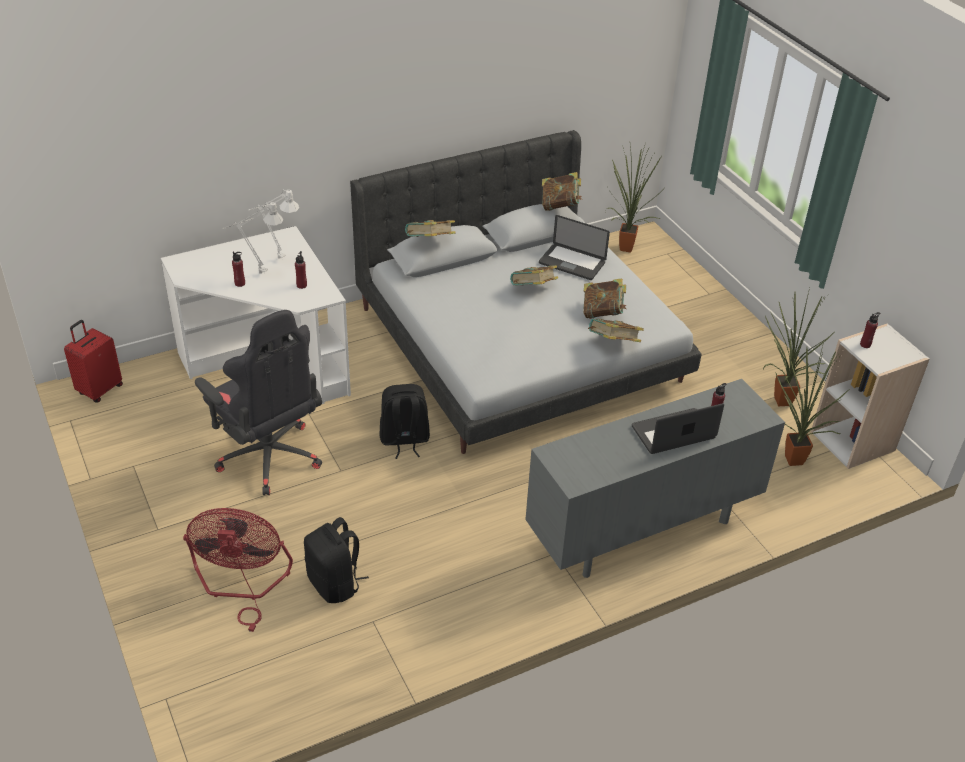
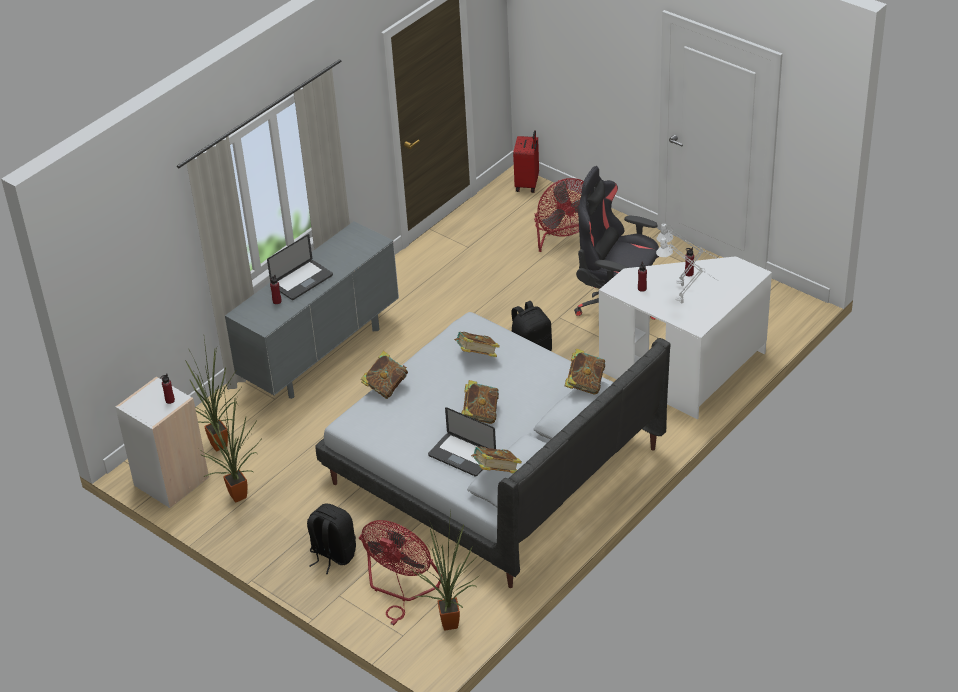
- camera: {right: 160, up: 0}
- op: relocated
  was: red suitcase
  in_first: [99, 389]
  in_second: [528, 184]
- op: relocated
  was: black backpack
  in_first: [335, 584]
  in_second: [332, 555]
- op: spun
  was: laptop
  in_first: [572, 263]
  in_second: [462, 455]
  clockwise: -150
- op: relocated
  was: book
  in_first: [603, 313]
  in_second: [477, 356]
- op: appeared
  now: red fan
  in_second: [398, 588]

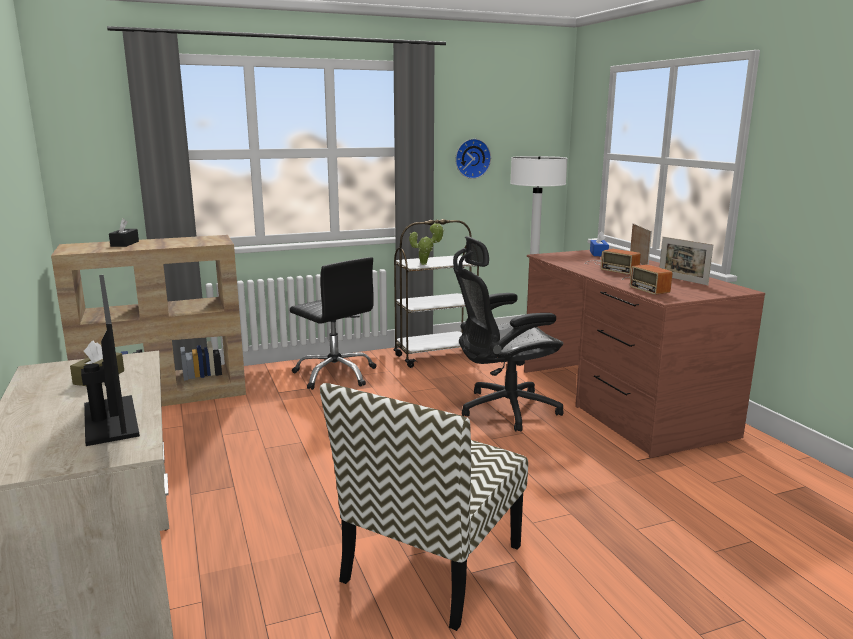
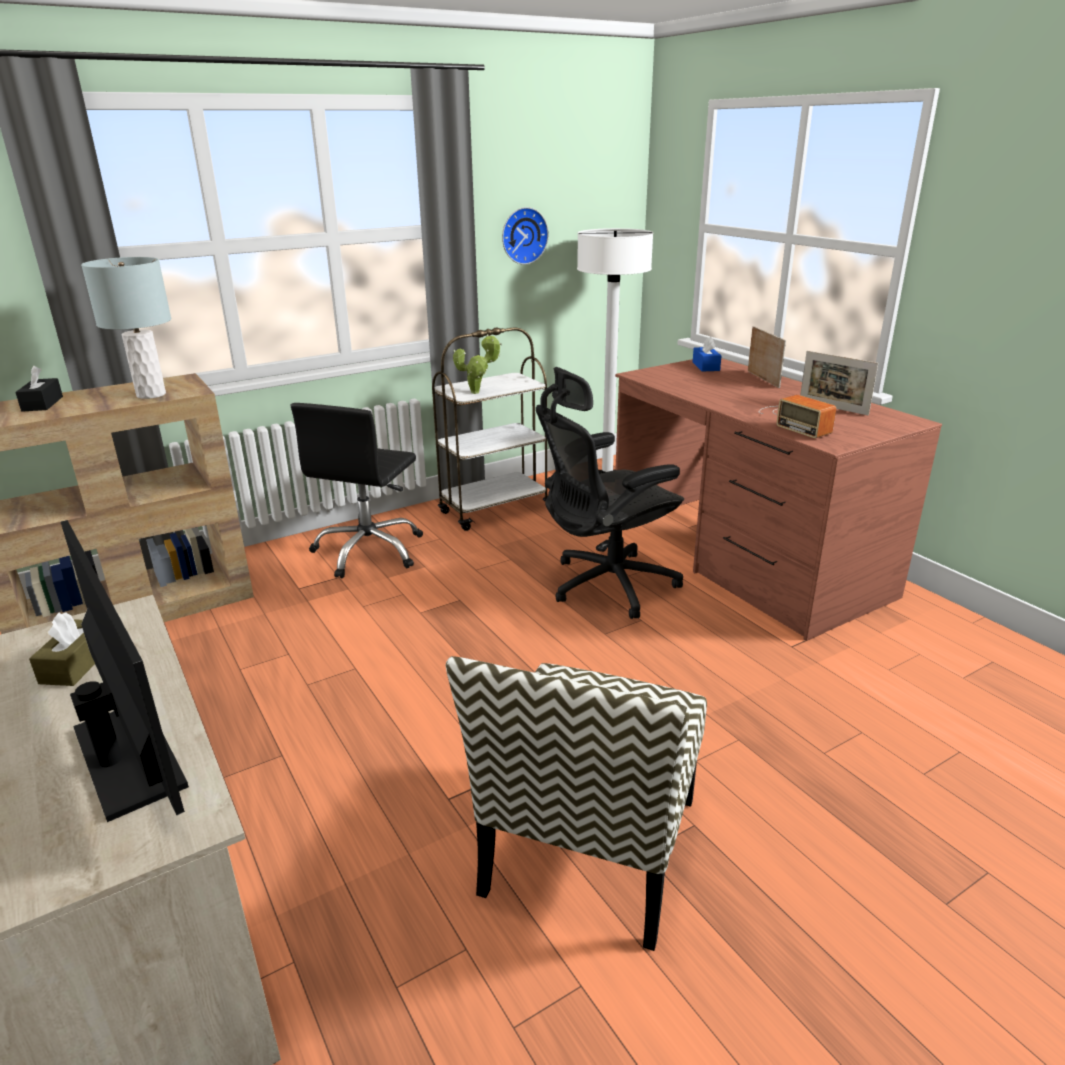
- camera: {right: -10, up: 10}
- op: spun
  was: black office chair
  in_first: [335, 374]
  in_second: [369, 551]
  clockwise: 75
- op: missing
  was: radio
  in_first: [610, 267]
- op: appeared
  now: grey table lamp
  in_second: [151, 394]

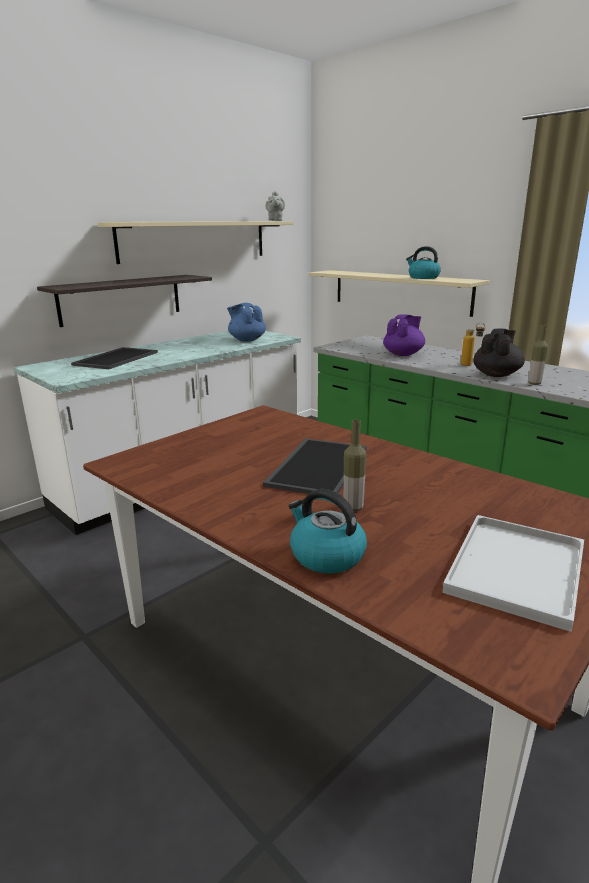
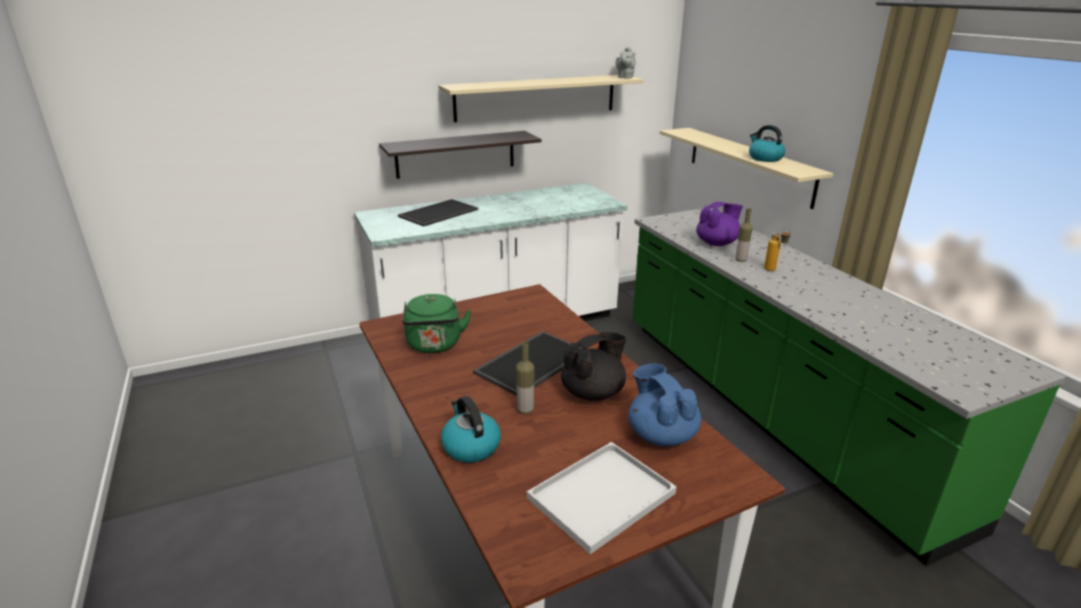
- camera: {right: 20, up: 5}
- op: relocated
  was: blue teapot
  in_first: [247, 340]
  in_second: [661, 434]
- op: relocated
  was: black teapot
  in_first: [496, 375]
  in_second: [593, 392]
- op: relocated
  was: bottle
  in_first: [534, 383]
  in_second: [740, 260]
- op: appeared
  now: green kettle
  in_second: [434, 345]

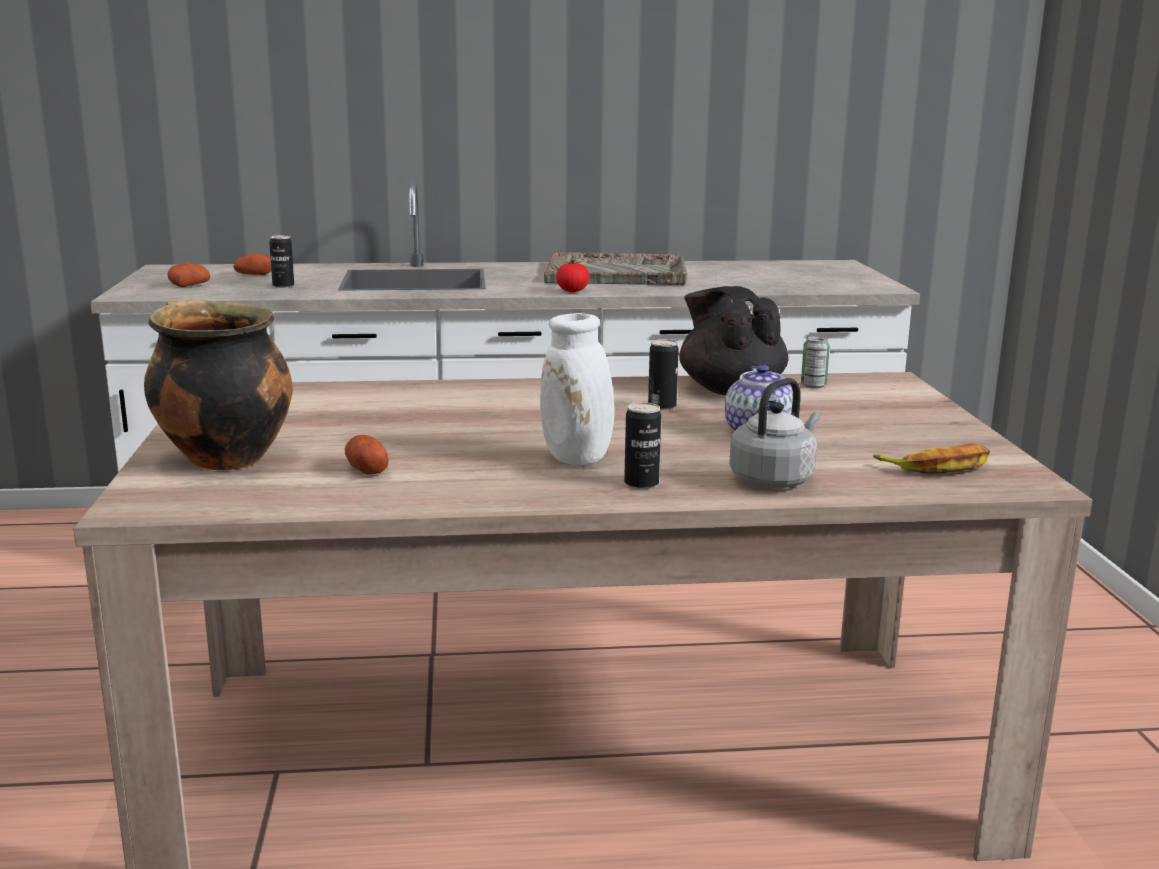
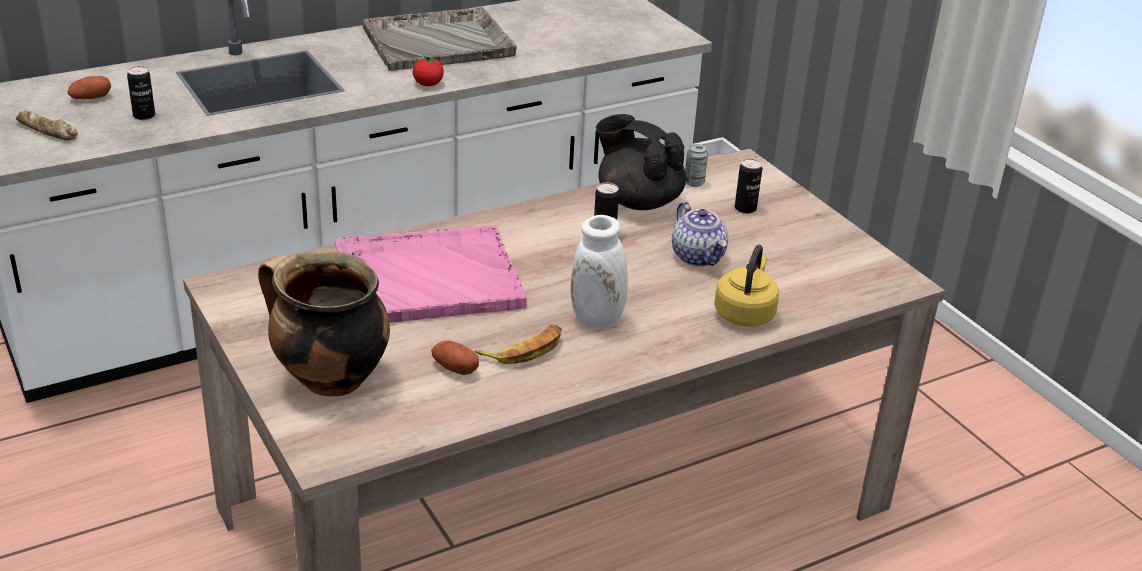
- camera: {right: -25, up: 15}
- op: exchanged
  was: potato
  now: bread
  in_first: [190, 286]
  in_second: [47, 131]
- op: relocated
  was: can
  in_first: [641, 483]
  in_second: [745, 208]
- op: colour
  was: grey kettle
  now: yellow kettle
  in_first: [774, 479]
  in_second: [745, 313]
- op: relocated
  was: banana
  in_first: [937, 467]
  in_second: [524, 350]
- op: appeared
  now: pink tray
  in_second: [426, 278]

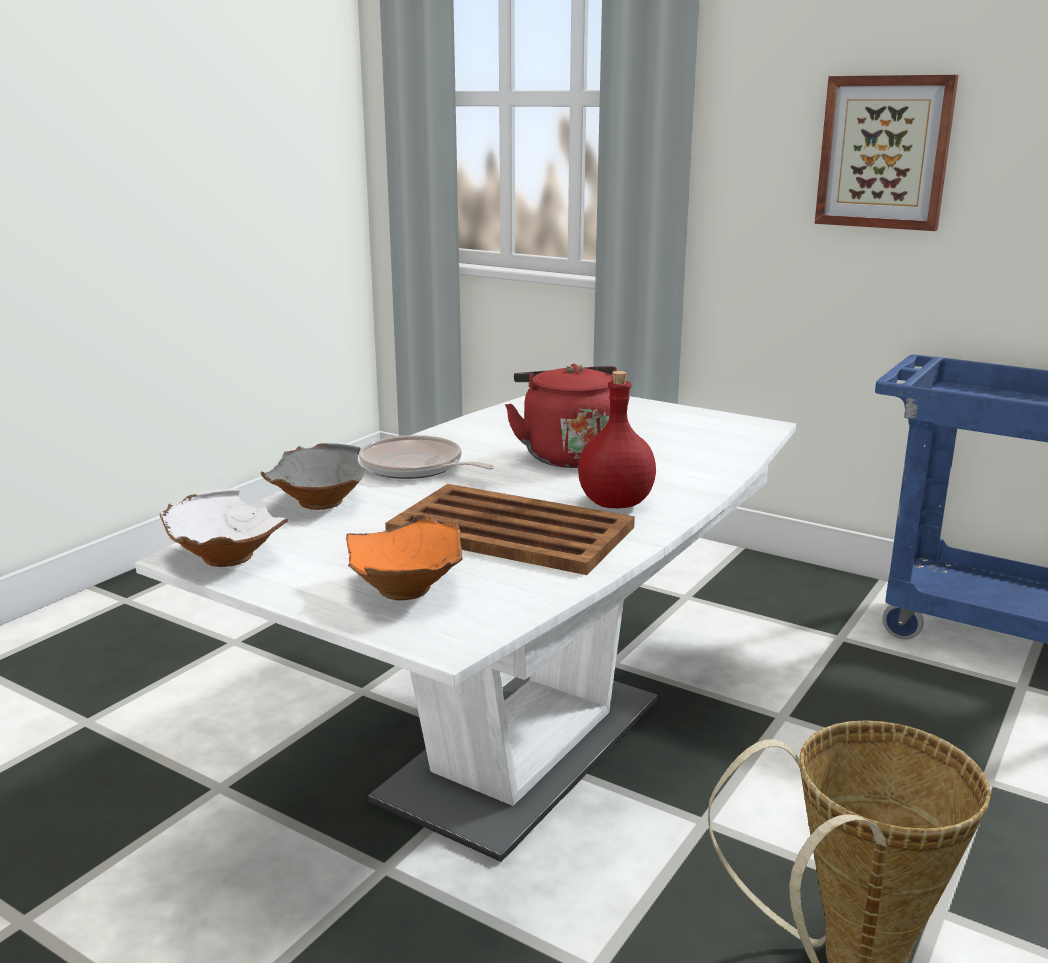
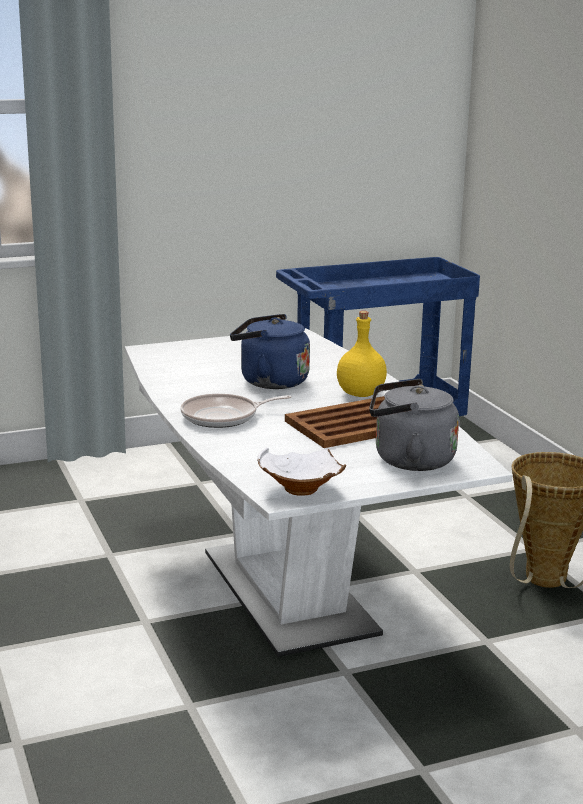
- camera: {right: -55, up: 0}
- op: missing
  was: grey bowl
  in_first: [317, 502]
- op: exchanged
  was: orange bowl
  now: grey kettle
  in_first: [409, 589]
  in_second: [408, 460]
- op: colour
  was: red kettle
  now: blue kettle
  in_first: [568, 455]
  in_second: [269, 381]
- op: colour
  was: red bottle
  now: yellow bottle
  in_first: [614, 503]
  in_second: [360, 394]
- op: missing
  was: picture
  in_first: [884, 152]

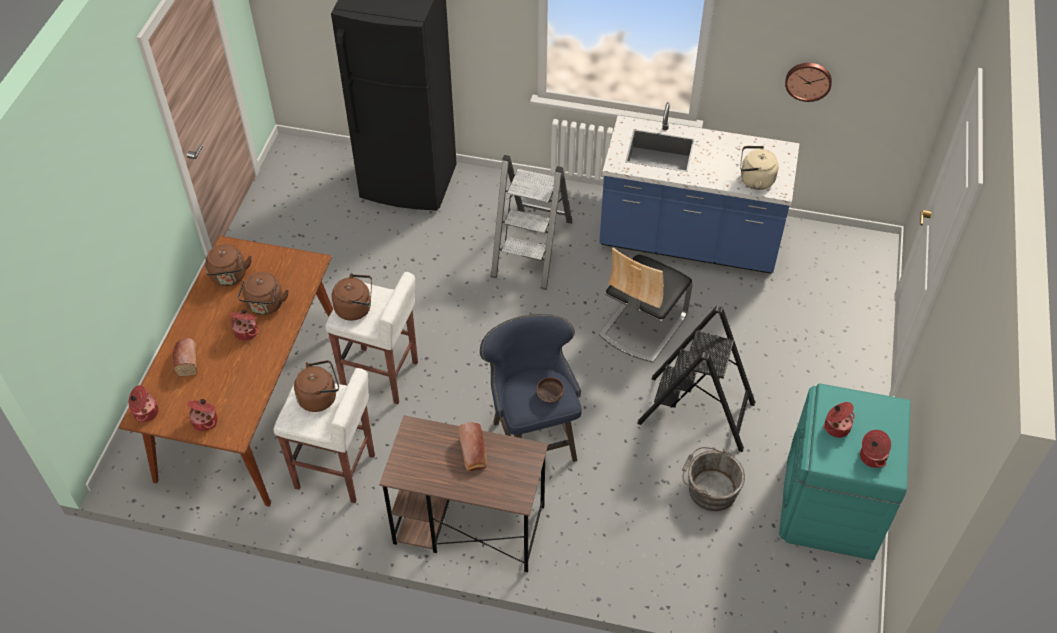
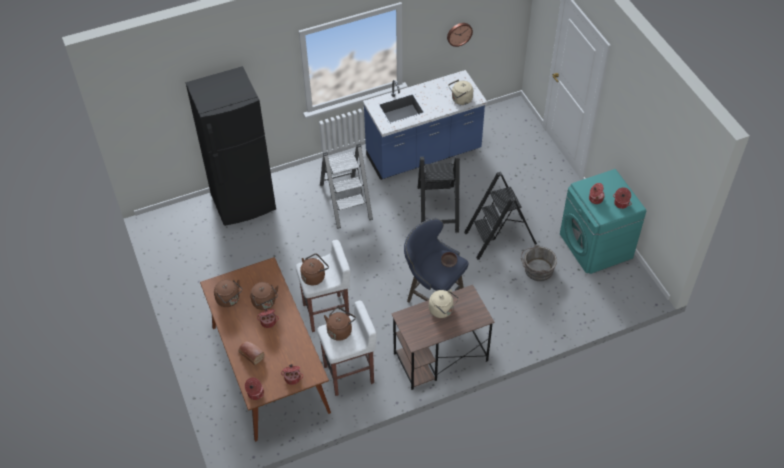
- camera: {right: -35, up: 0}
- op: exchanged
  was: bread
  now: beige kettle
  in_first: [473, 453]
  in_second: [442, 310]
- op: exchanged
  was: chair
  now: black step ladder
  in_first: [642, 326]
  in_second: [437, 210]

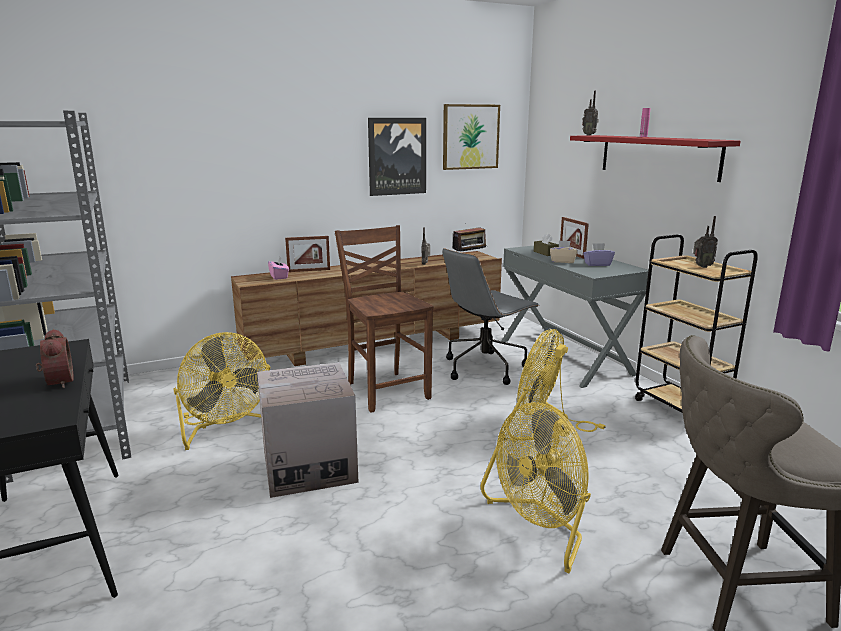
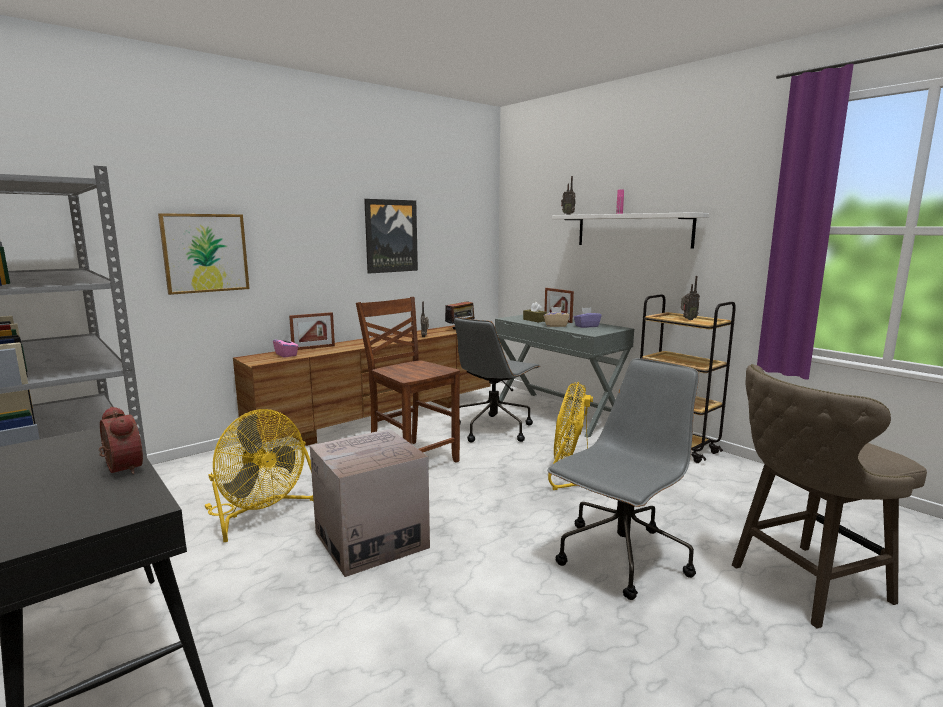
- camera: {right: -15, up: -5}
- op: relocated
  was: picture
  in_first: [470, 137]
  in_second: [205, 253]
- op: exchanged
  was: yellow fan
  now: grey office chair
  in_first: [541, 523]
  in_second: [620, 559]
- op: colour
  was: red shelf
  now: white shelf
  in_first: [658, 156]
  in_second: [632, 230]

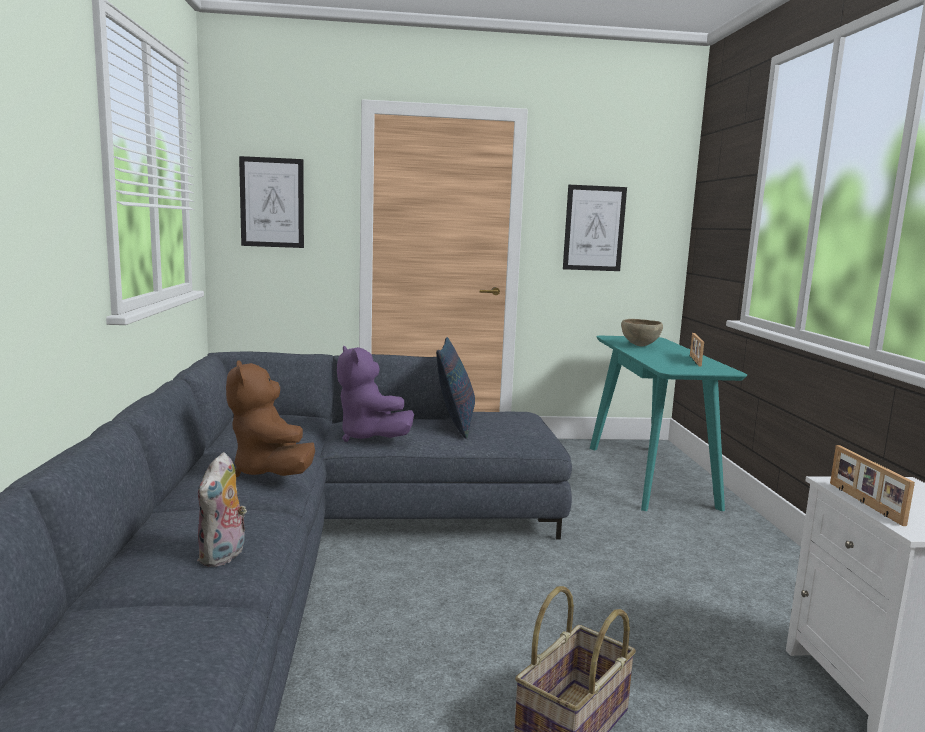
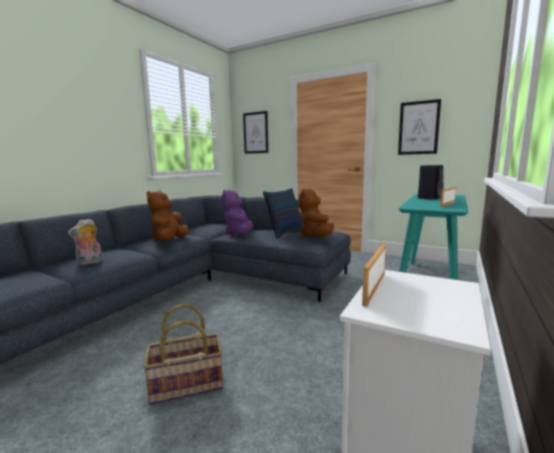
- camera: {right: 35, up: 0}
- op: exchanged
  was: brown bowl
  now: black speaker
  in_first: [639, 346]
  in_second: [429, 198]
- op: appeared
  now: brown plush toy
  in_second: [315, 236]

